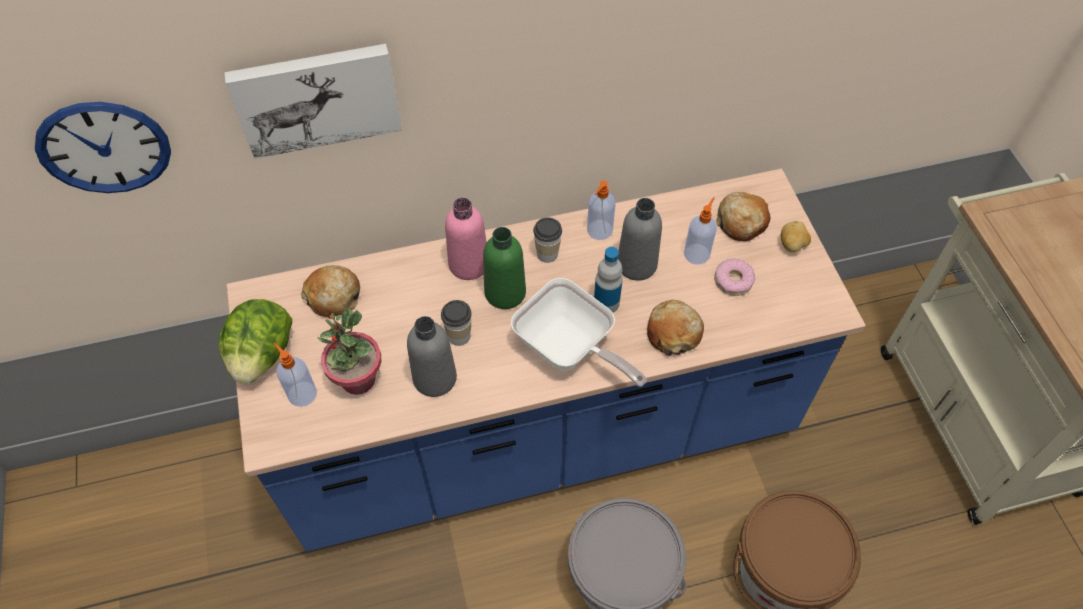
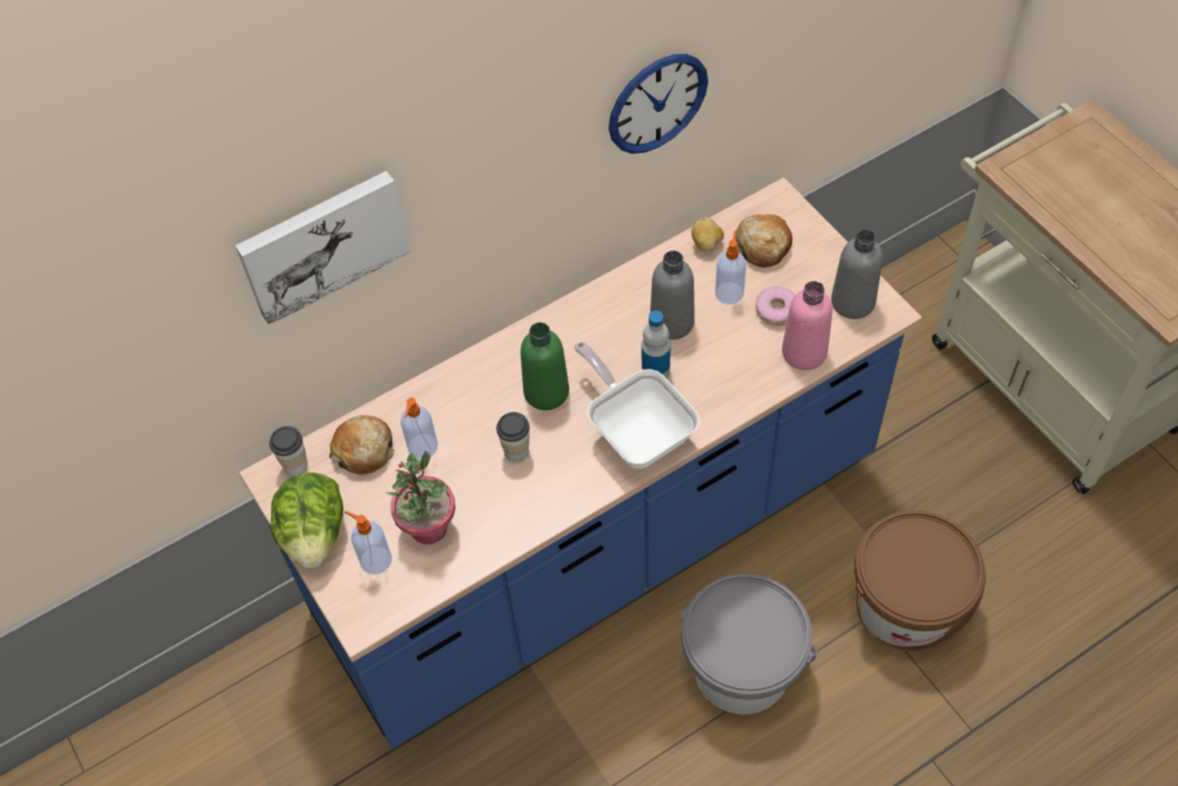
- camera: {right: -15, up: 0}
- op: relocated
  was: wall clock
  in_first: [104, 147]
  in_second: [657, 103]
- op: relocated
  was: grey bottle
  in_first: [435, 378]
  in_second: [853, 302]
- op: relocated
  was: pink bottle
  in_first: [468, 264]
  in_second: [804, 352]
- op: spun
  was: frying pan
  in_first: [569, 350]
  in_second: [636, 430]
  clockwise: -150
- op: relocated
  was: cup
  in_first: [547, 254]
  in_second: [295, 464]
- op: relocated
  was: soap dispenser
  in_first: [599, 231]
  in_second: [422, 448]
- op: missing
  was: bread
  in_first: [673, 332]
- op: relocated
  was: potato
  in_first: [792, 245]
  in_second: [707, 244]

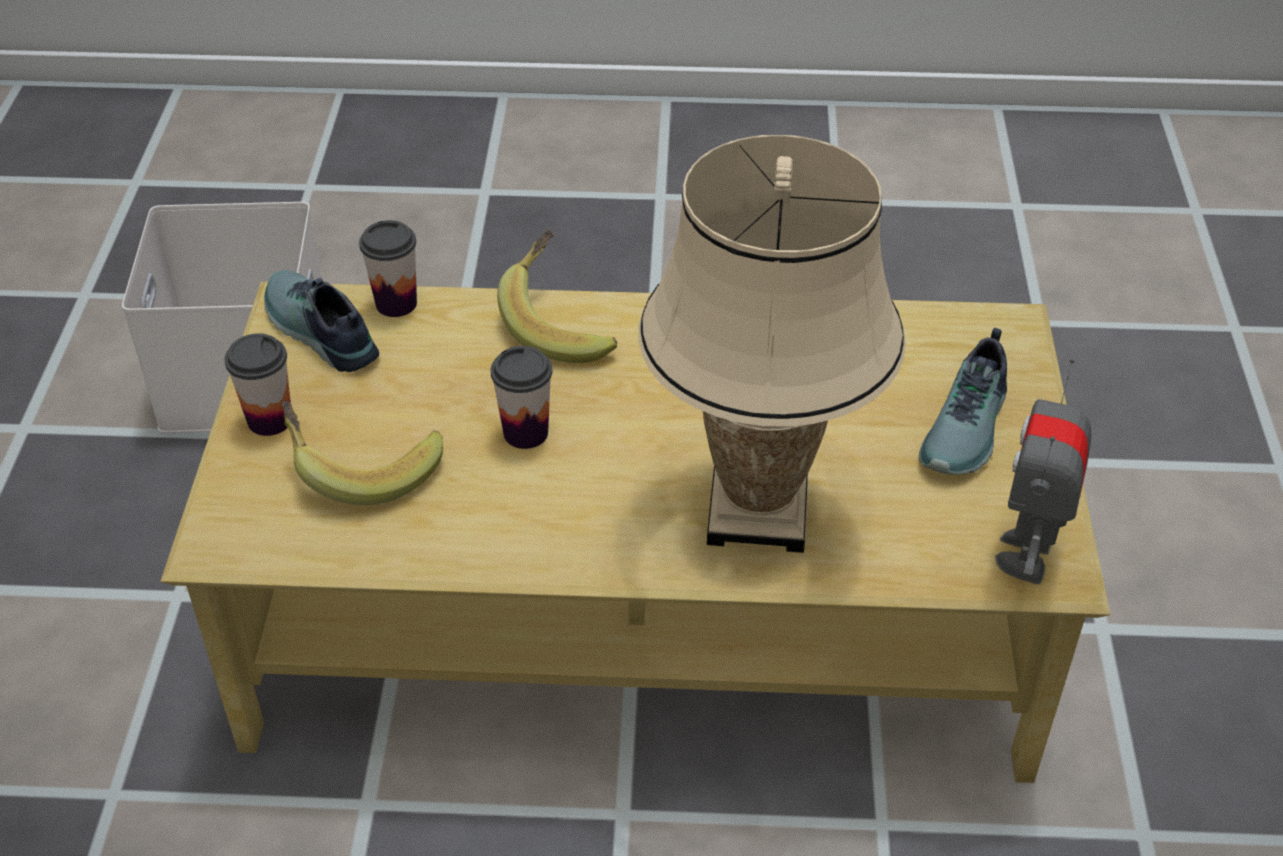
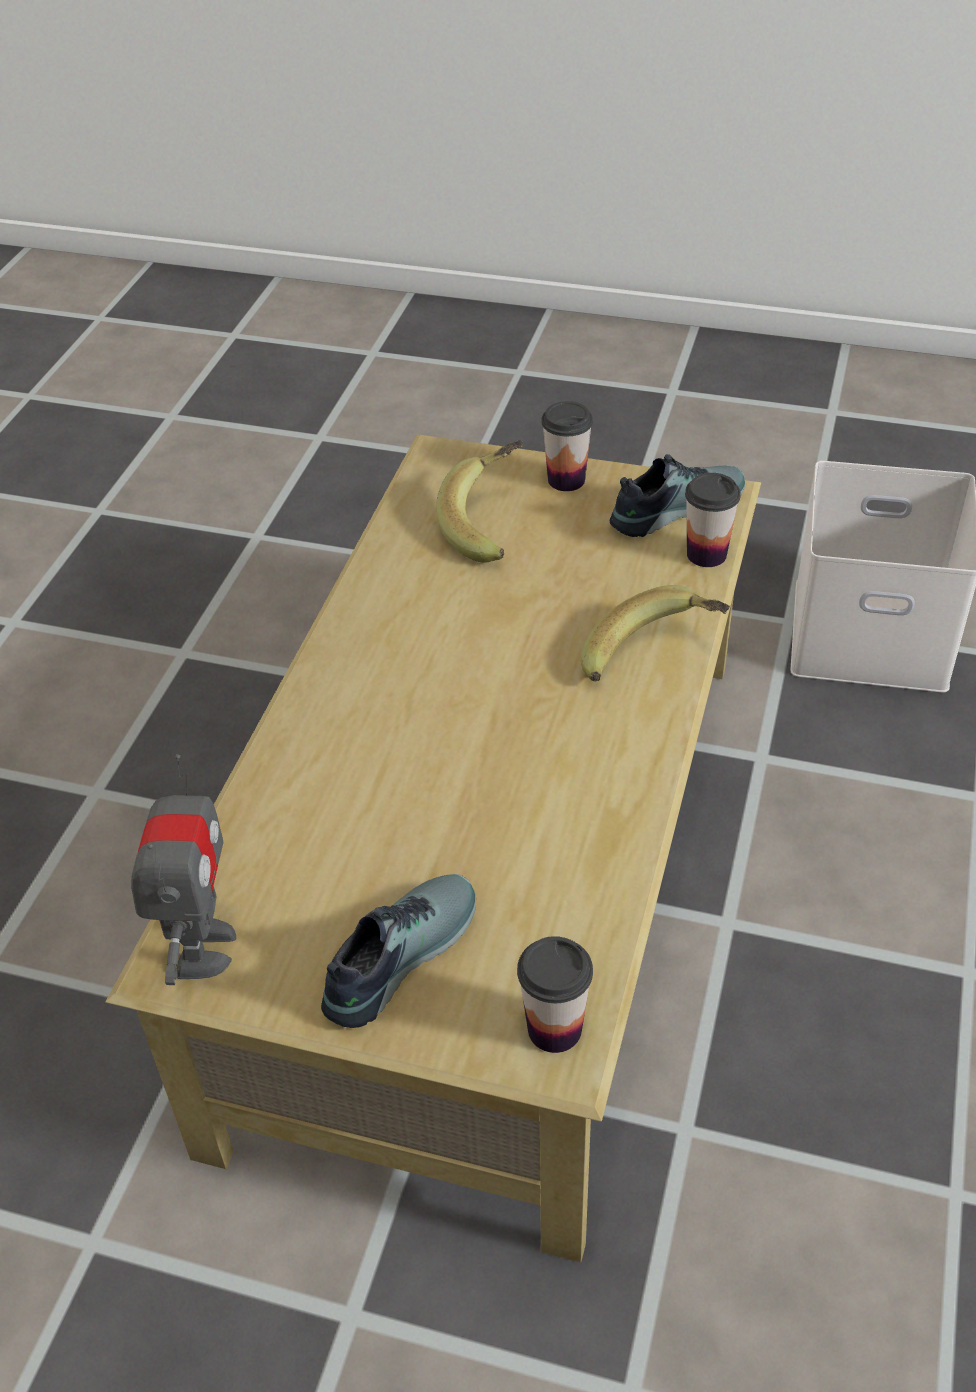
- camera: {right: 105, up: 0}
- op: relocated
  was: cup
  in_first: [525, 433]
  in_second: [554, 1029]
- op: missing
  was: beige table lamp
  in_first: [757, 512]
- op: spun
  was: shoe
  in_first: [969, 428]
  in_second: [396, 954]
  clockwise: 90
- op: spun
  was: toy robot
  in_first: [1027, 555]
  in_second: [202, 948]
  clockwise: 60

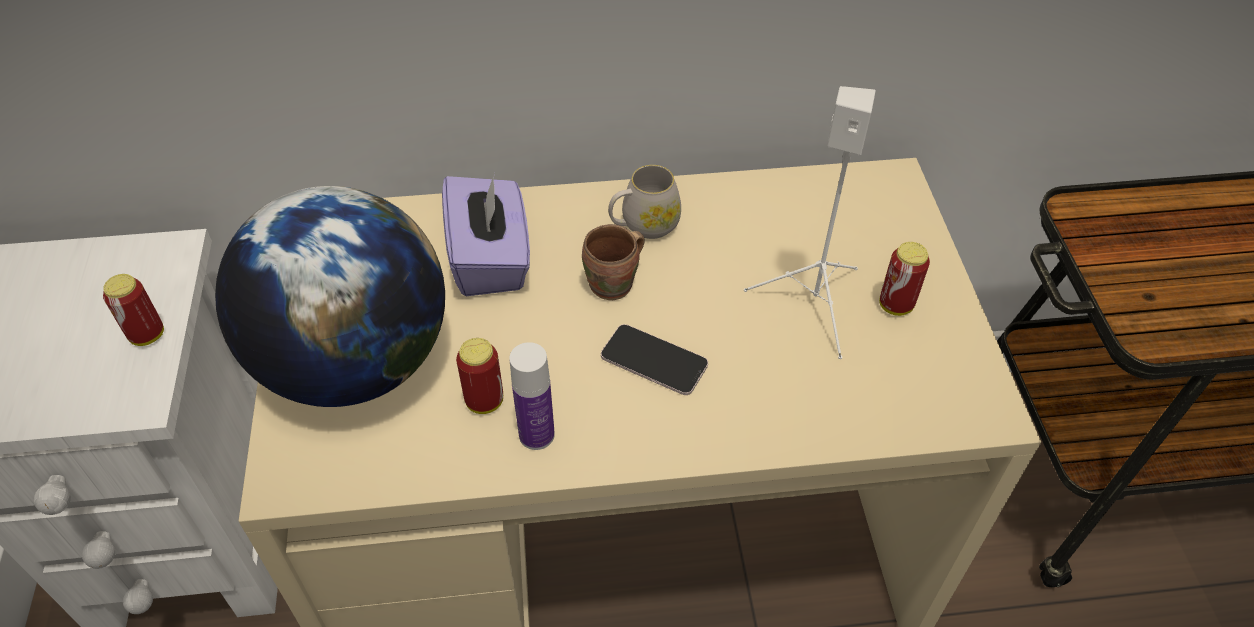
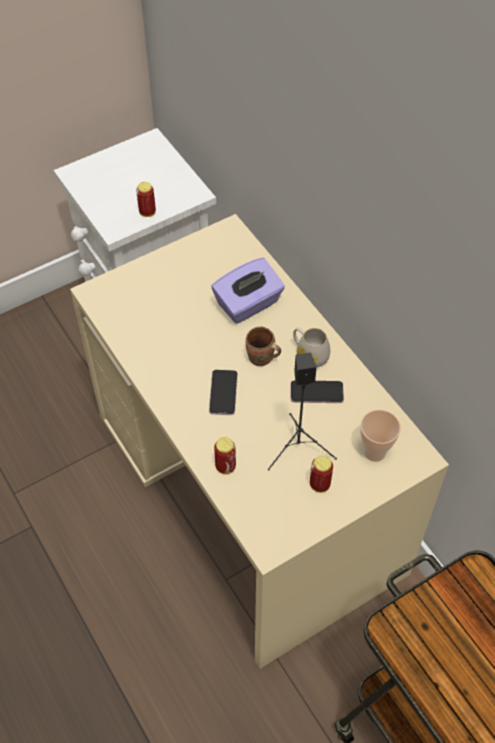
- camera: {right: 65, up: 5}
- op: missing
  was: globe
  in_first: [355, 363]
- op: relocated
  was: can
  in_first: [484, 401]
  in_second: [225, 467]
- op: missing
  was: bottle
  in_first: [536, 435]
- op: colour
  was: white speaker
  now: black speaker
  in_first: [814, 303]
  in_second: [299, 447]
- op: appeared
  now: phone
  in_second: [316, 392]
- op: appeared
  now: cup
  in_second: [374, 452]

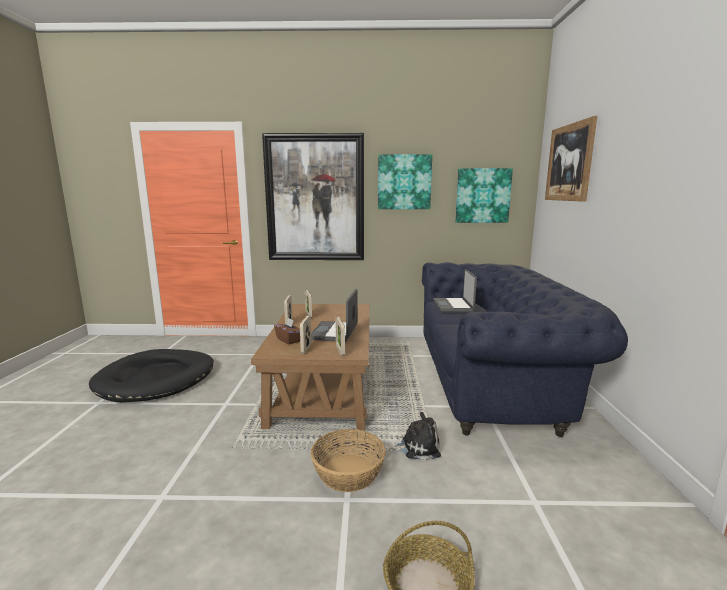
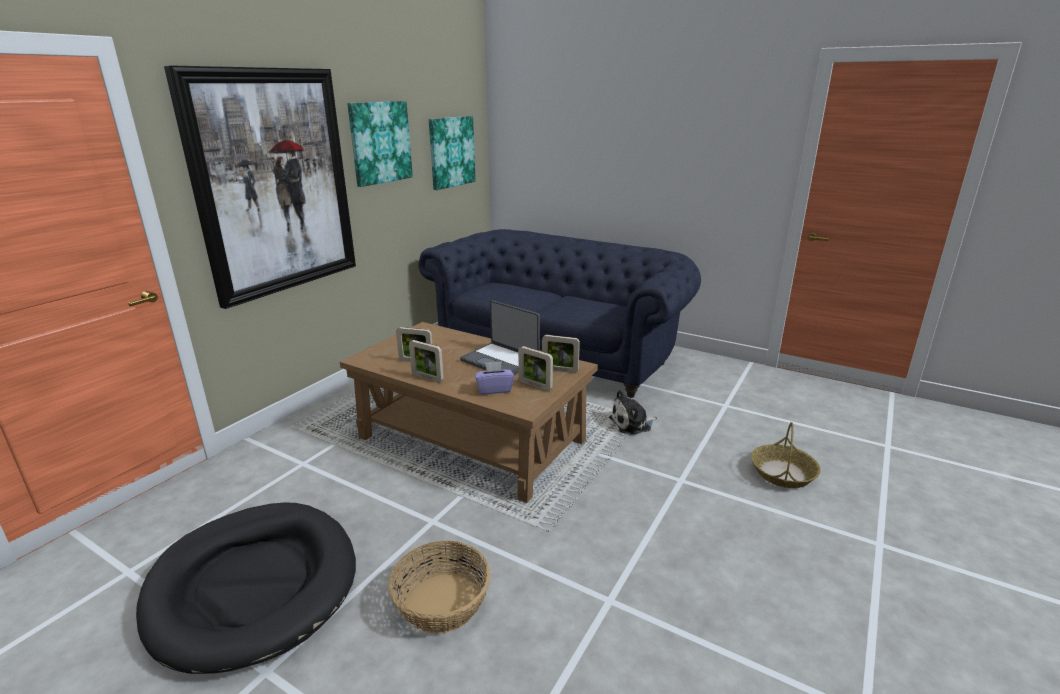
- camera: {right: -60, up: 10}
- op: colour
  was: brown tissue box
  now: purple tissue box
  in_first: [289, 340]
  in_second: [494, 389]
- op: relocated
  was: basket
  in_first: [348, 472]
  in_second: [441, 603]
- op: spun
  was: plush toy
  in_first: [417, 447]
  in_second: [632, 424]
  clockwise: -135
- op: missing
  was: laptop
  in_first: [454, 306]
- op: missing
  was: picture
  in_first: [569, 163]

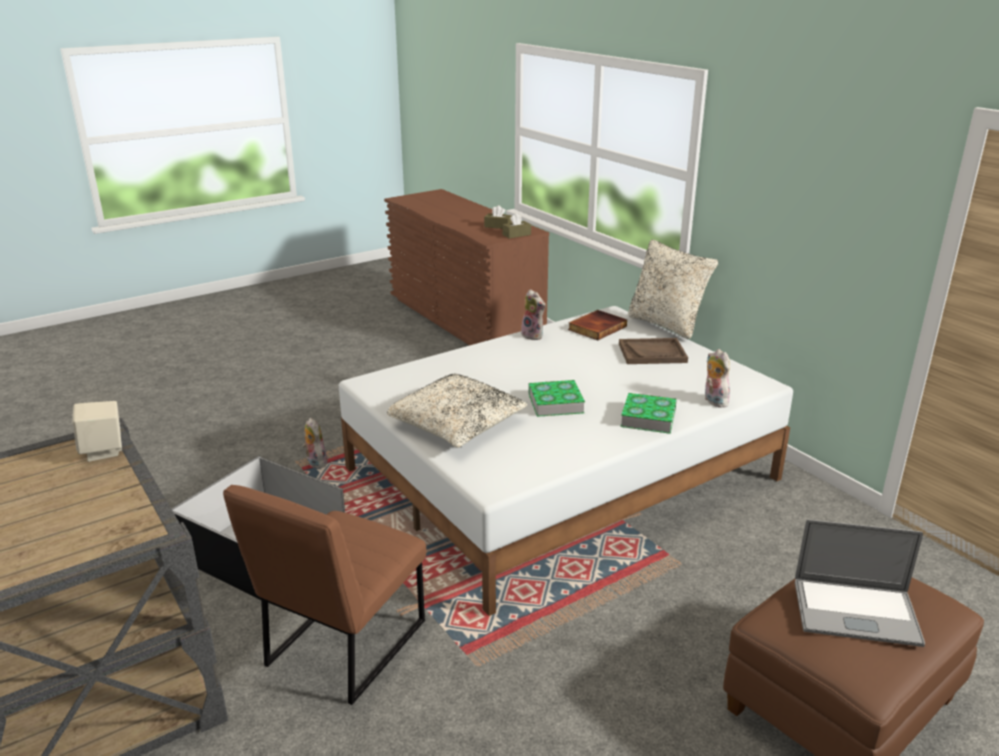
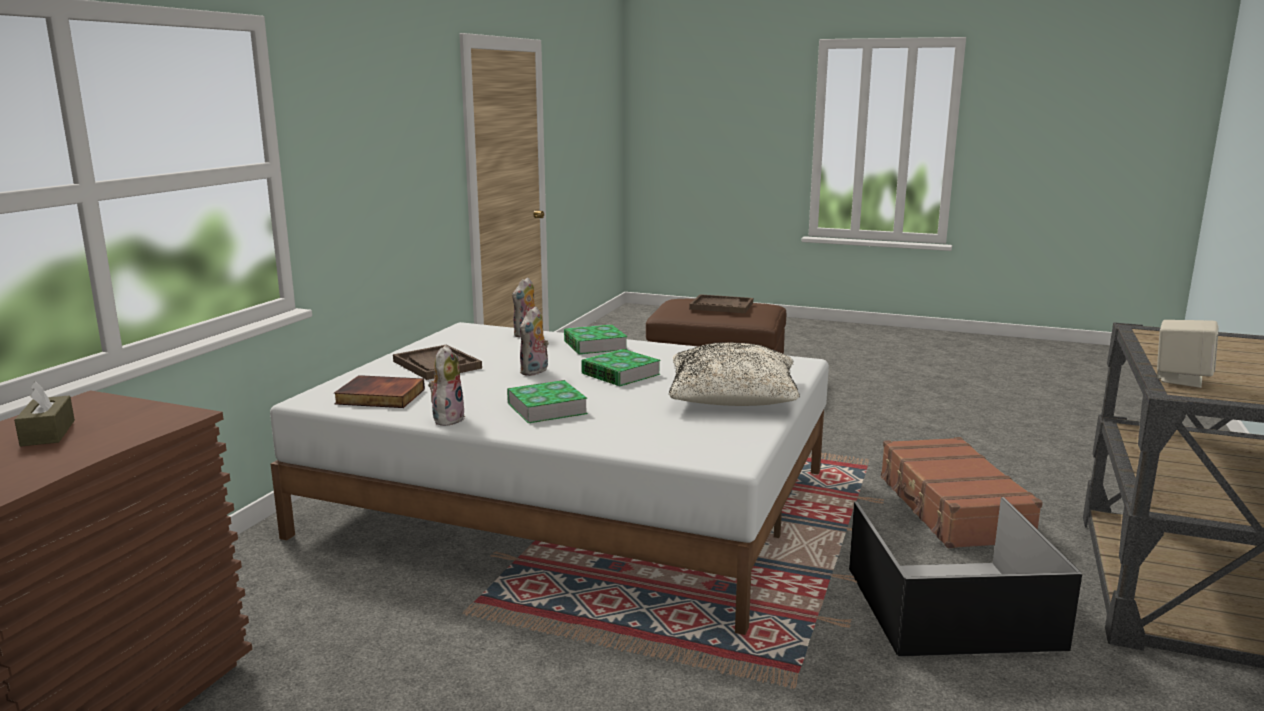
- camera: {right: -125, up: -10}
- op: exchanged
  was: brown chair
  now: brown suitcase
  in_first: [343, 645]
  in_second: [951, 508]
- op: relocated
  was: plush toy
  in_first: [315, 462]
  in_second: [535, 372]
- op: missing
  was: brown tissue box
  in_first: [516, 235]
- op: missing
  was: beige pillow
  in_first: [666, 326]
- op: exchanged
  was: laptop
  now: brown tray
  in_first: [856, 612]
  in_second: [721, 306]
- op: appeared
  now: book
  in_second: [547, 408]

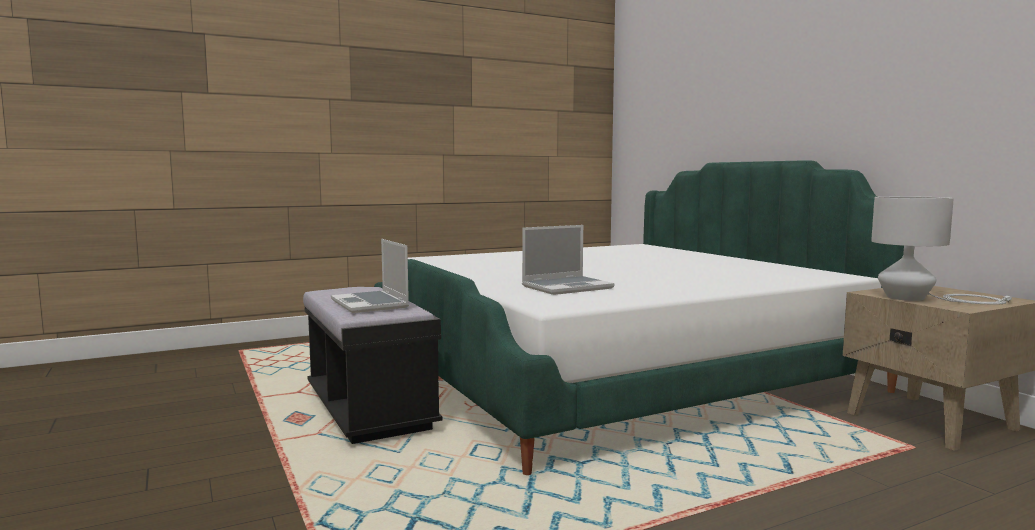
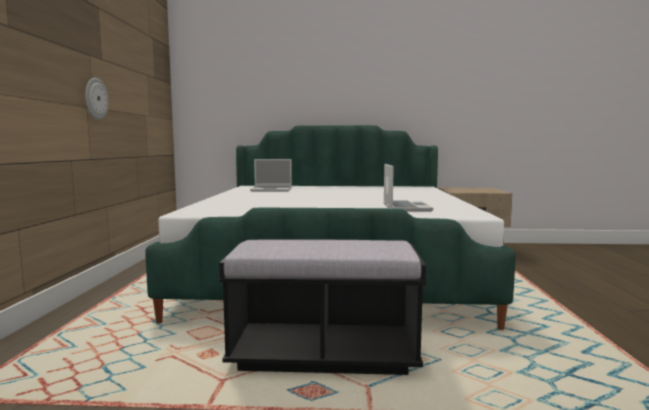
- camera: {right: -60, up: 0}
- op: relocated
  was: laptop
  in_first: [371, 304]
  in_second: [272, 190]
- op: missing
  was: white table lamp
  in_first: [931, 298]
- op: appeared
  now: wall clock
  in_second: [95, 98]

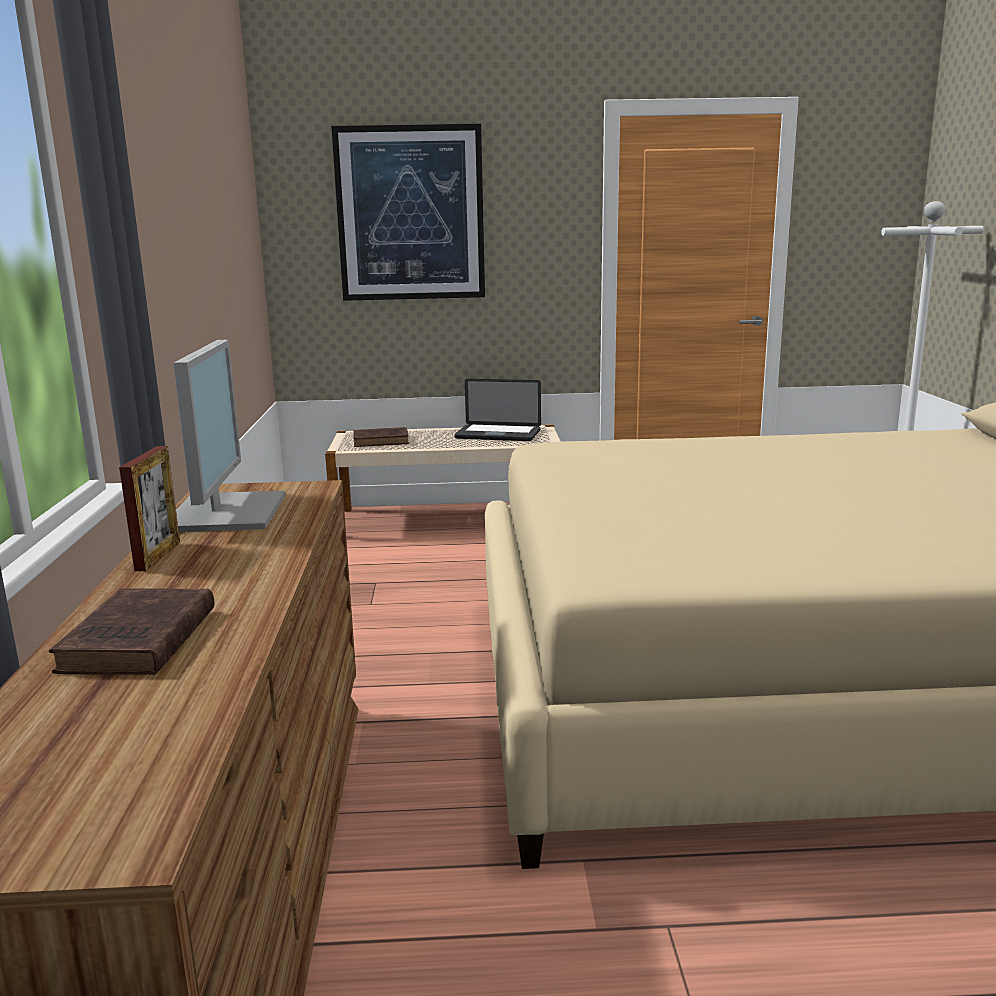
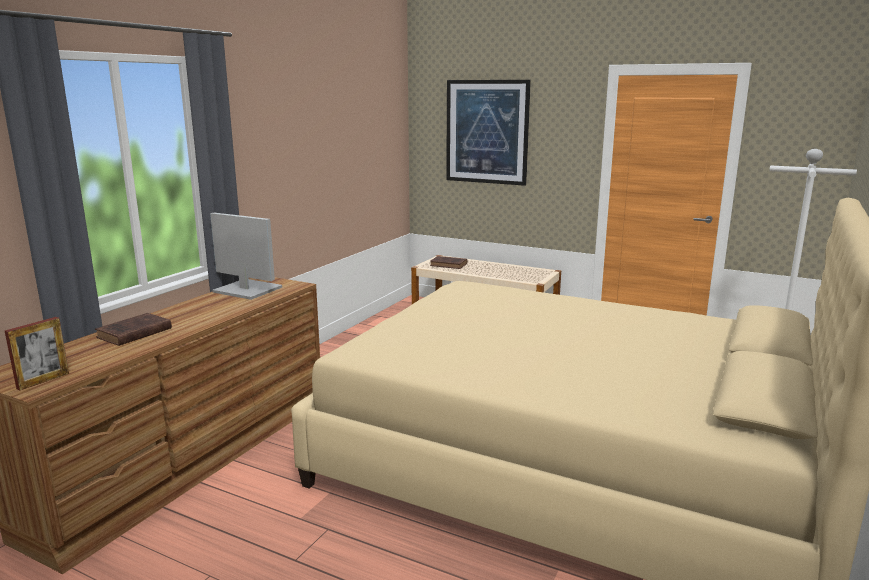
- camera: {right: 30, up: 0}
- op: relocated
  was: picture frame
  in_first: [158, 556]
  in_second: [43, 381]
- op: spun
  was: monitor
  in_first: [225, 512]
  in_second: [246, 290]
  clockwise: -90
- op: missing
  was: laptop
  in_first: [498, 434]

